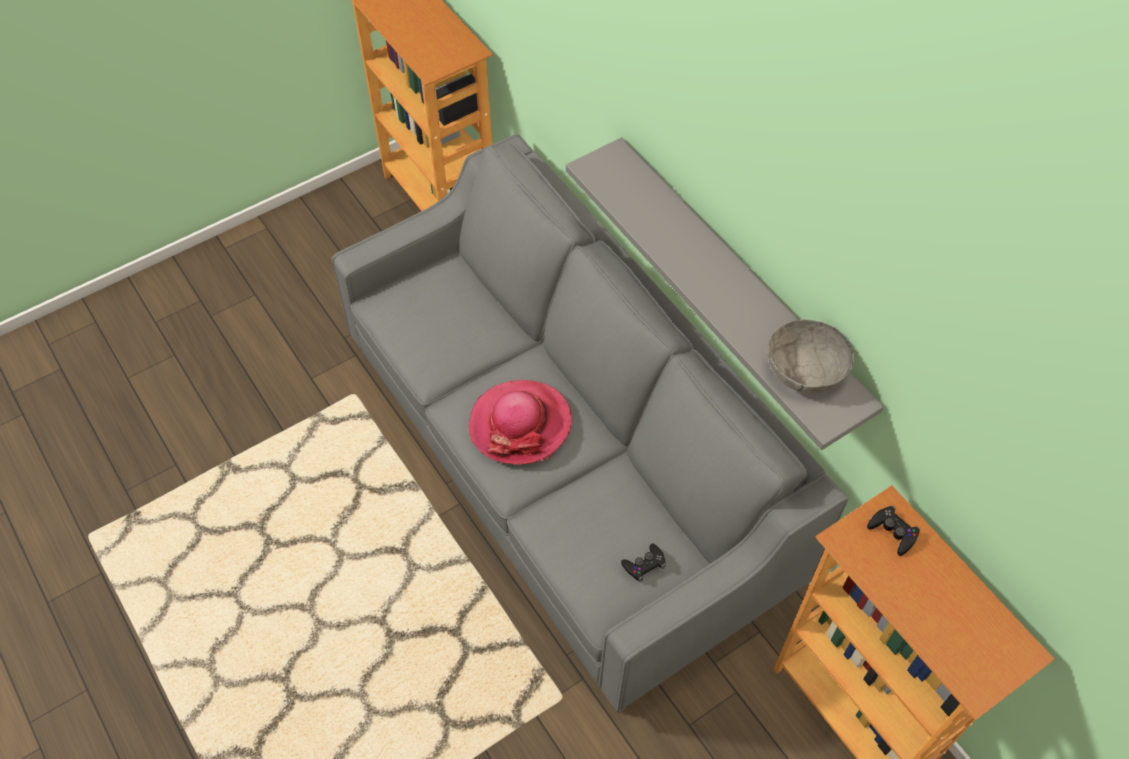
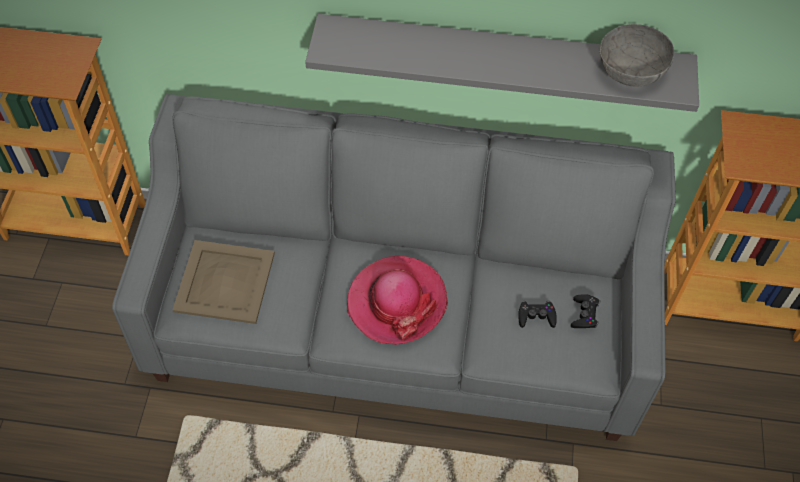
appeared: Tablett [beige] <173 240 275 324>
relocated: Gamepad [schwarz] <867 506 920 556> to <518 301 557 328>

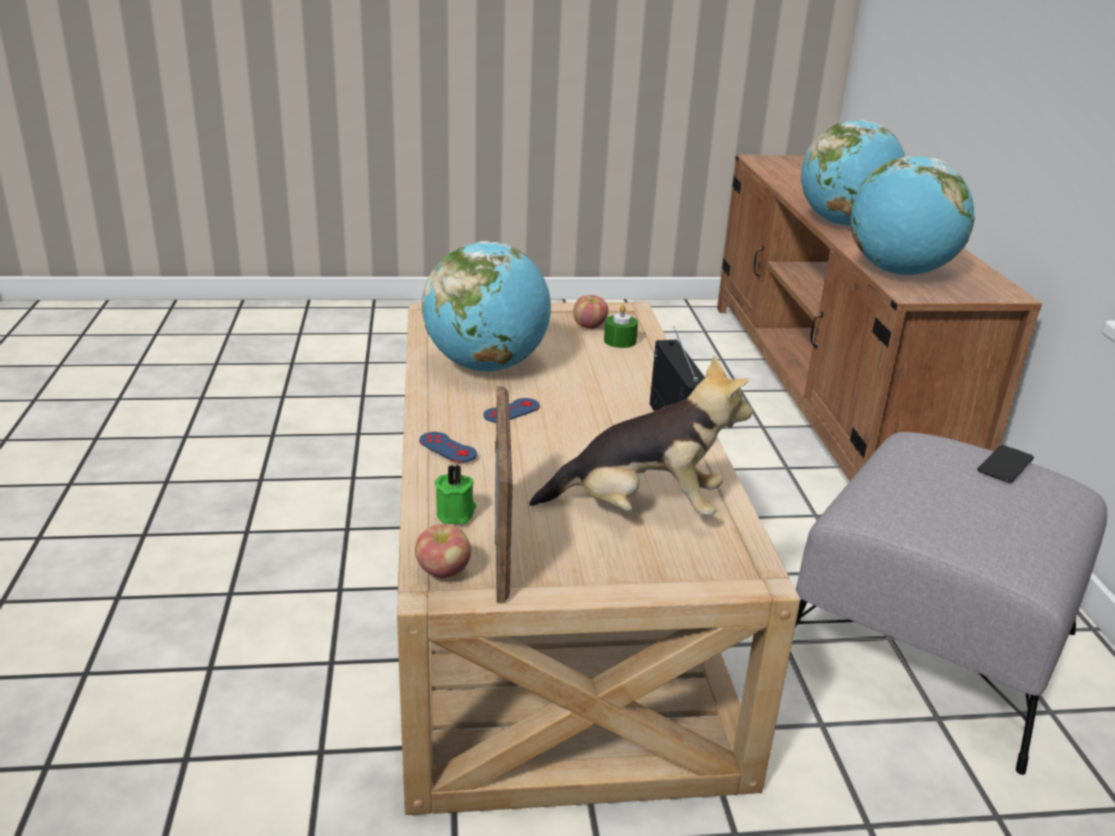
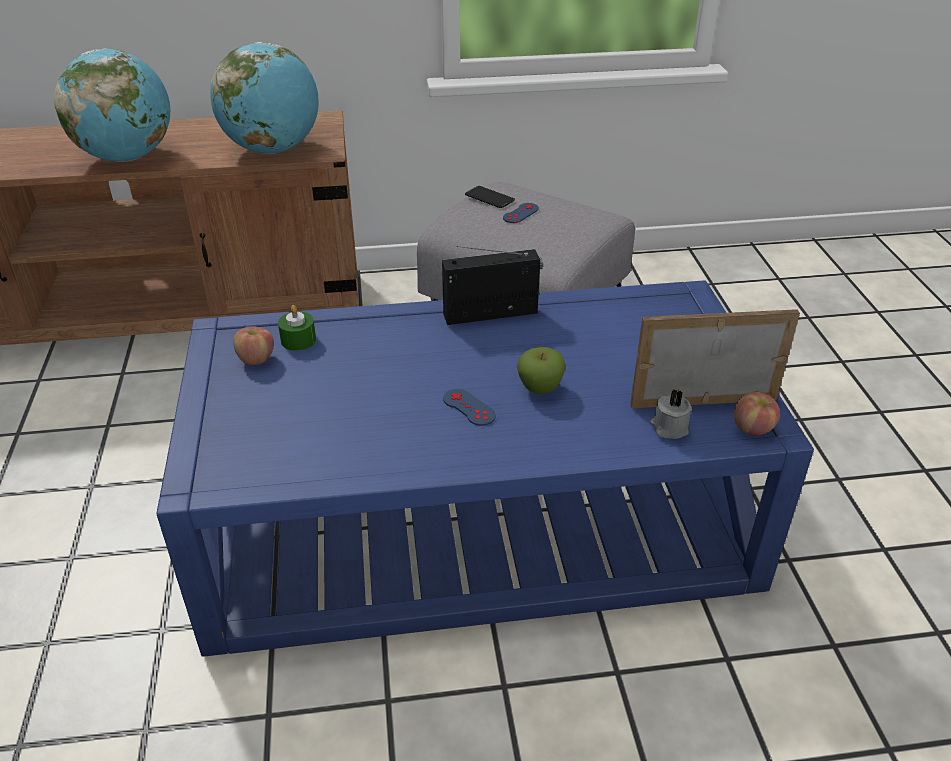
missing: Globus <422 241 551 372>; Plüschtier <529 355 752 516>
appeared: Apfel <517 347 566 394>
relocated: Gamepad [blau] <419 432 477 463> to <503 203 539 223>
colour: Couchtisch [beige] <397 302 800 815> to Couchtisch [blau] <157 280 814 657>; Kerze [grün] <435 465 476 524> to Kerze [grau] <650 389 692 439>

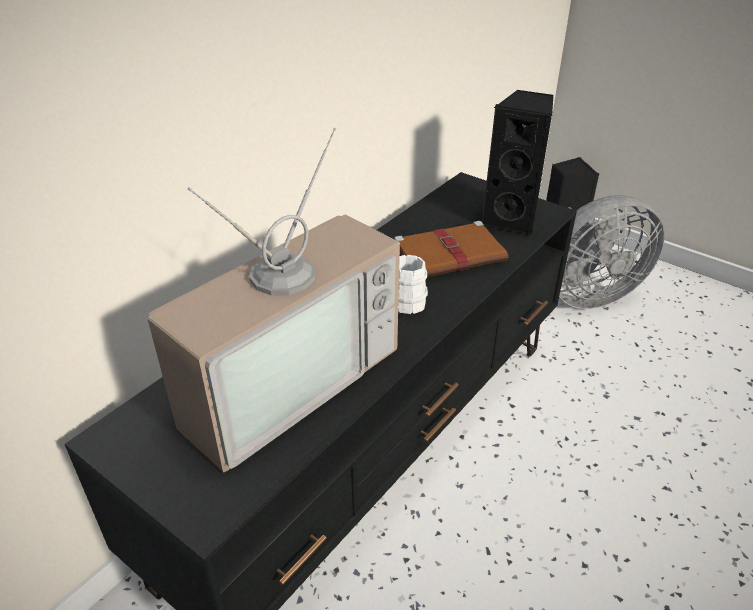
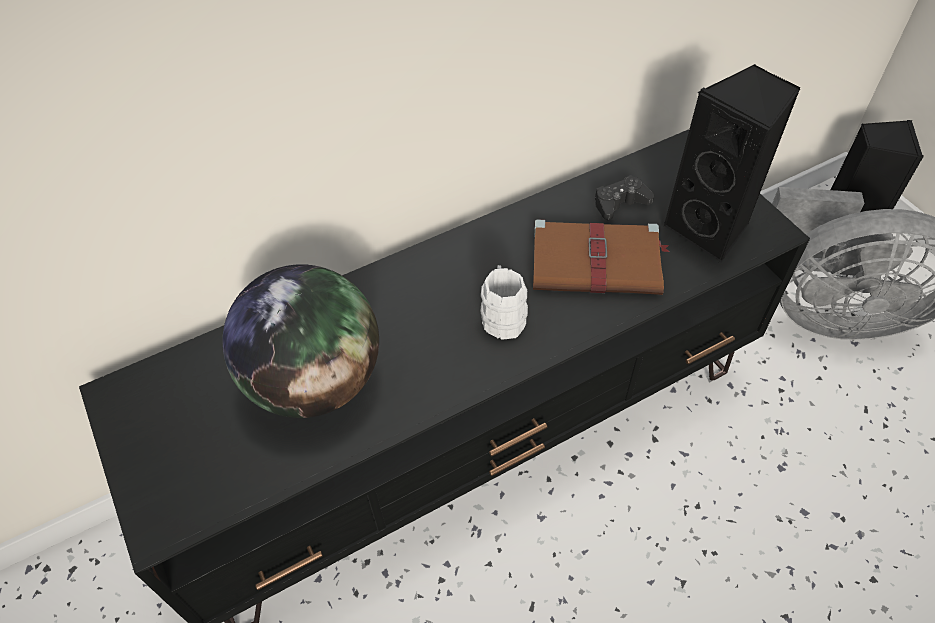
appeared: Gamepad [schwarz] <595 175 654 220>
exchanged: Fernseher <147 127 400 472> to Globus <222 264 379 418>

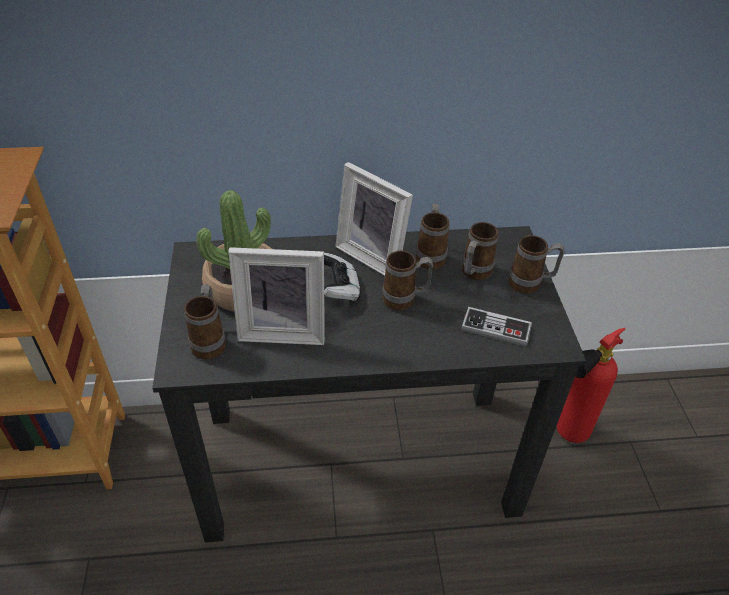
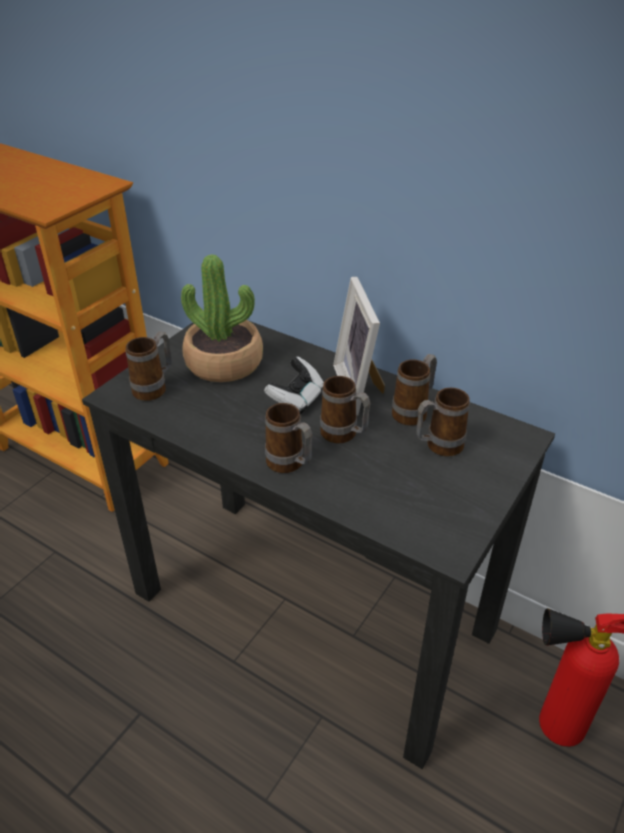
missing: Bilderrahmen <228 247 325 345>; Gamepad <461 307 532 347>
relocated: Henkelbecher <508 235 565 294> to <265 403 312 473>

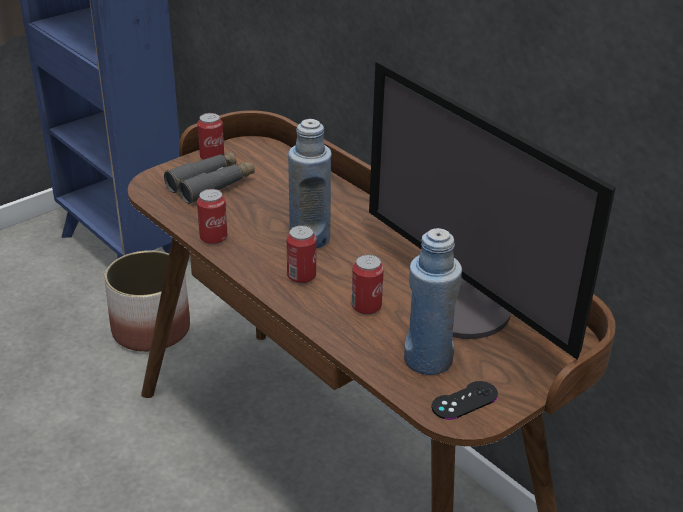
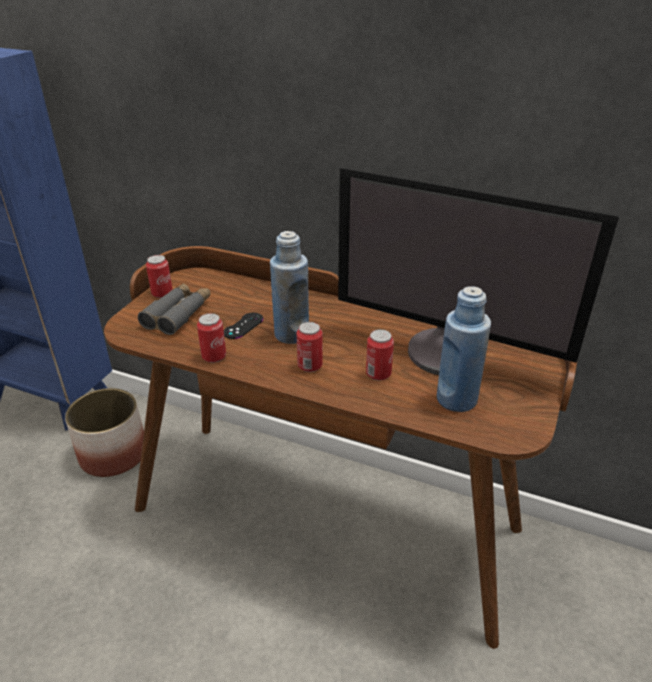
relocated: Gamepad [schwarz] <432 381 498 420> to <224 313 263 339>

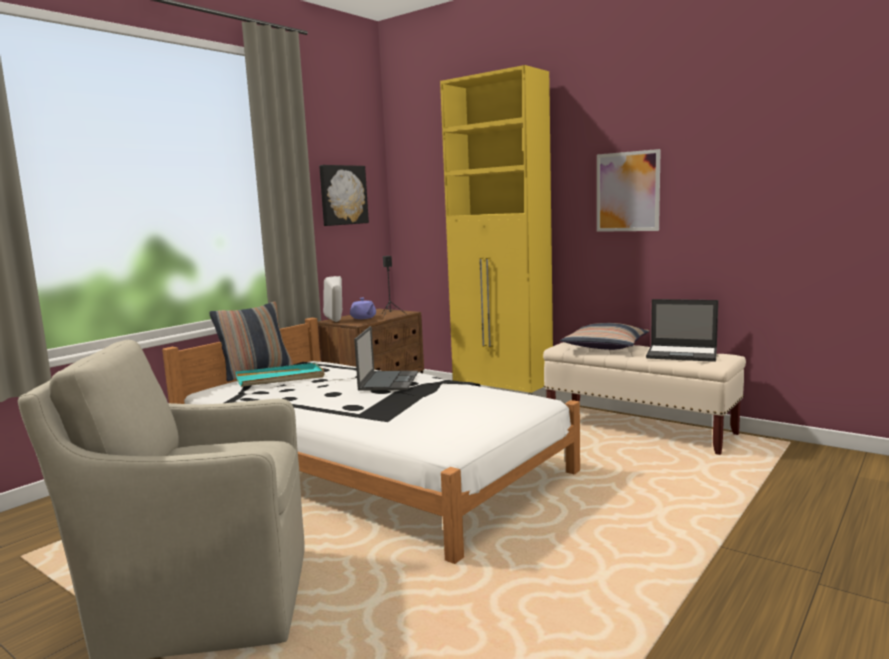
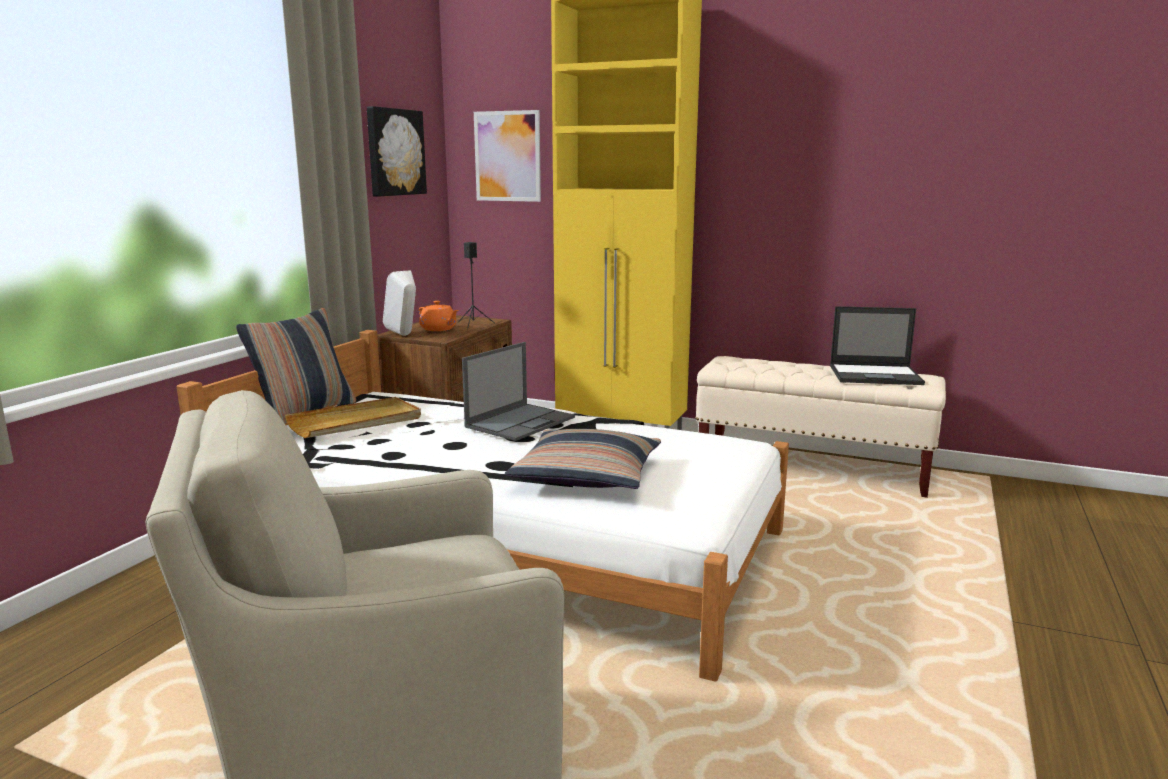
relocated: Bild <597 149 661 232> to <474 110 541 202>; Kissen <560 323 649 350> to <505 429 661 489>
colour: Tablett [türkis] <236 363 325 387> to Tablett [beige] <285 397 421 438>; Teekanne [lila] <350 298 376 319> to Teekanne [orange] <419 301 459 331>
spun: Laptop <354 326 418 391> = <462 342 575 441> 45 degrees clockwise

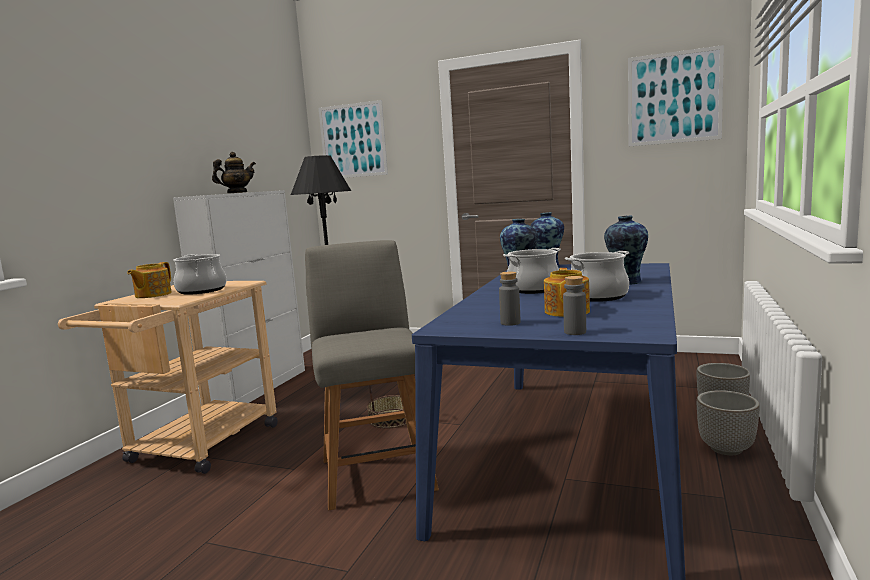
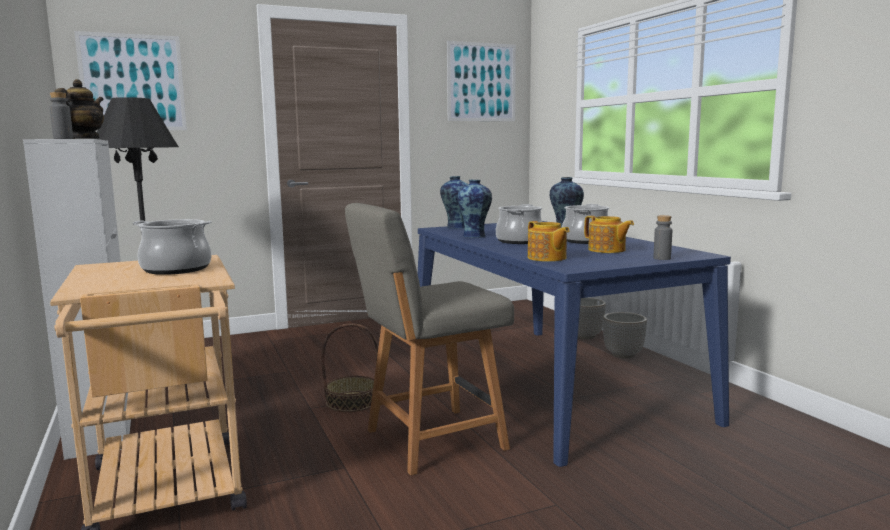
relocated: Flasche [grau] <499 271 521 326> to <50 92 73 139>; Teekanne <127 262 172 298> to <528 221 569 262>
spun: Stuhl [grau] <305 240 439 510> = <345 203 514 476> 60 degrees counterclockwise

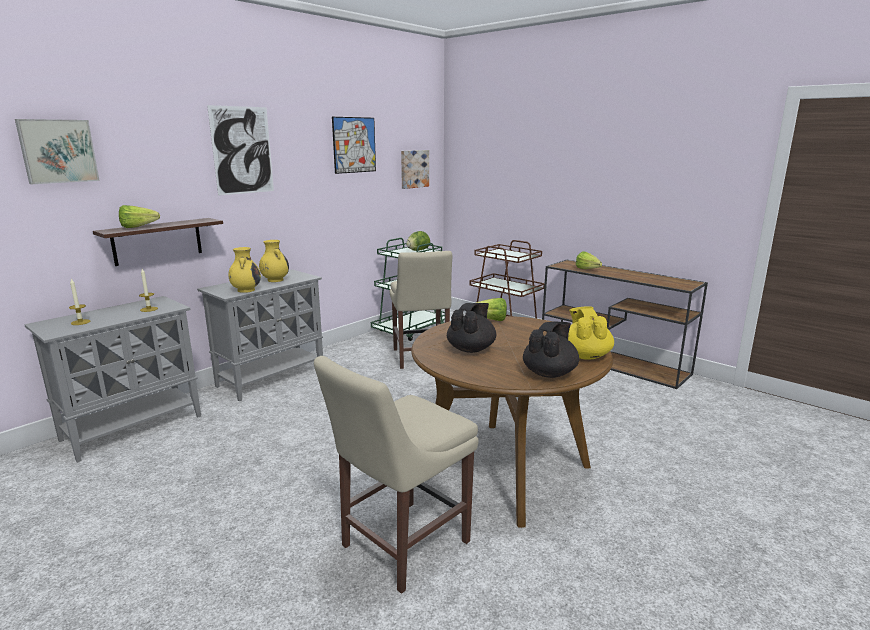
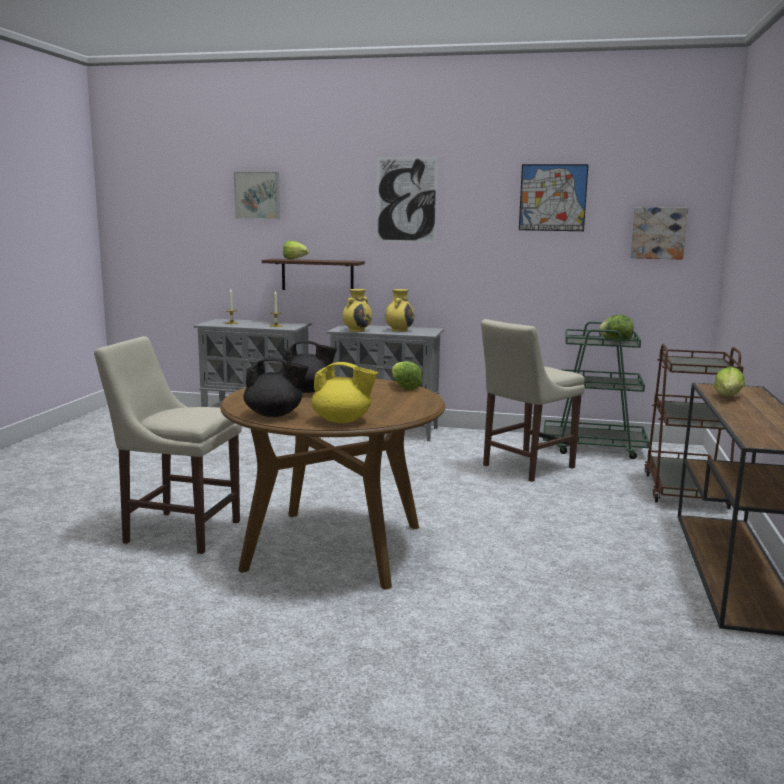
spun: Teekanne [gelb] <568 306 614 360> = <311 362 378 423> 45 degrees clockwise

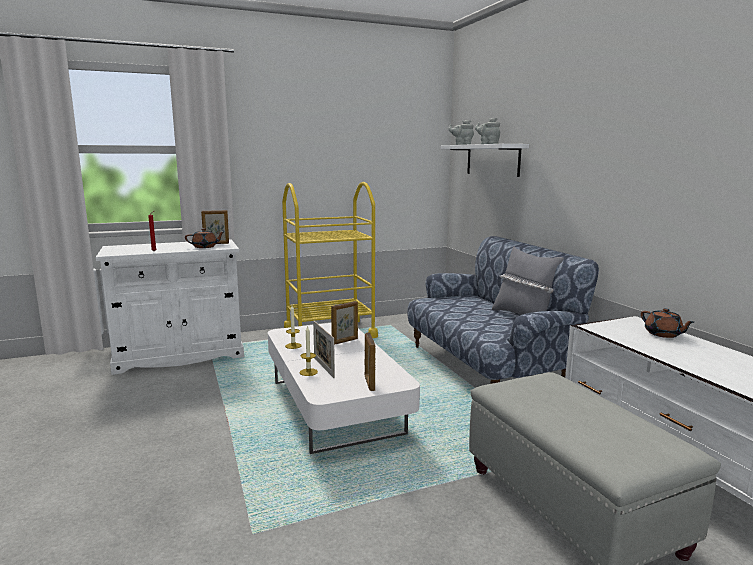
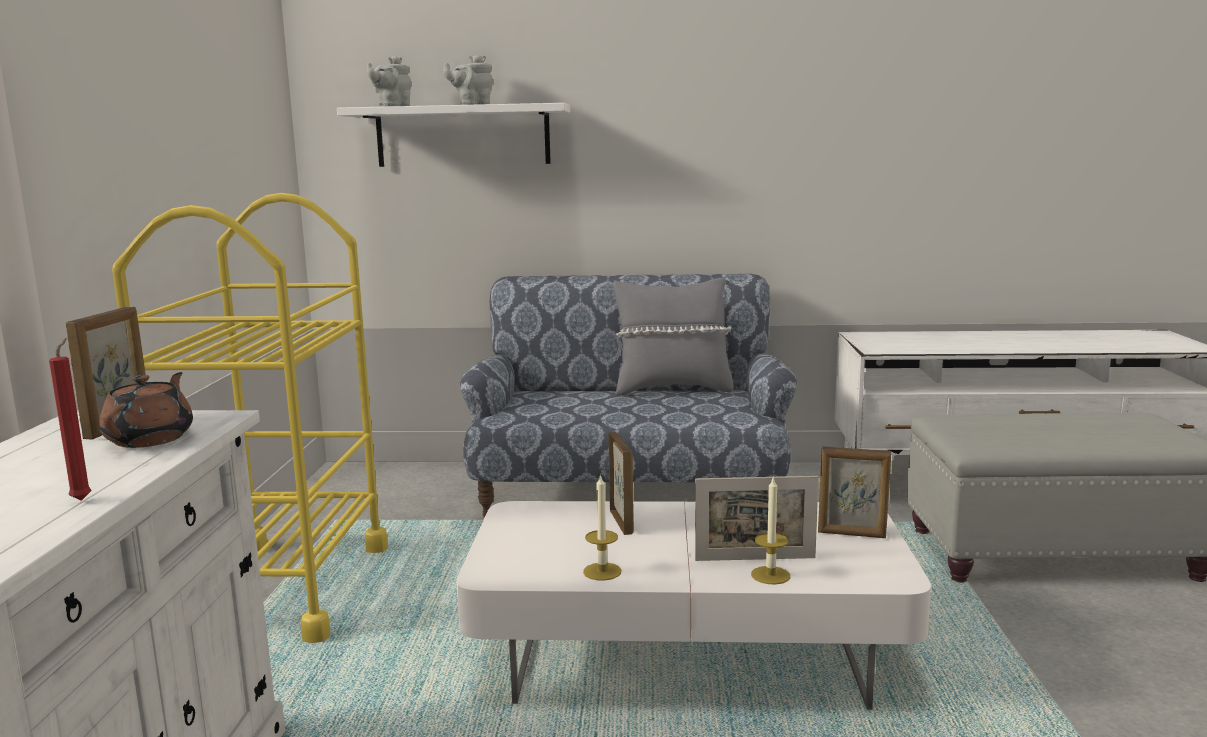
missing: Teekanne [braun] <641 308 694 338>

